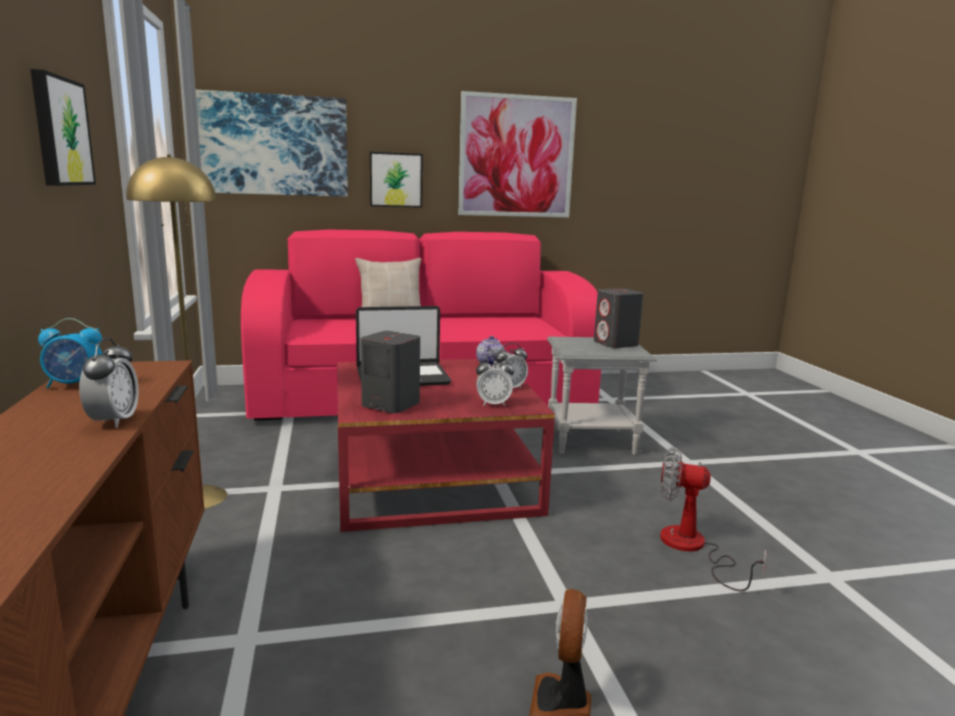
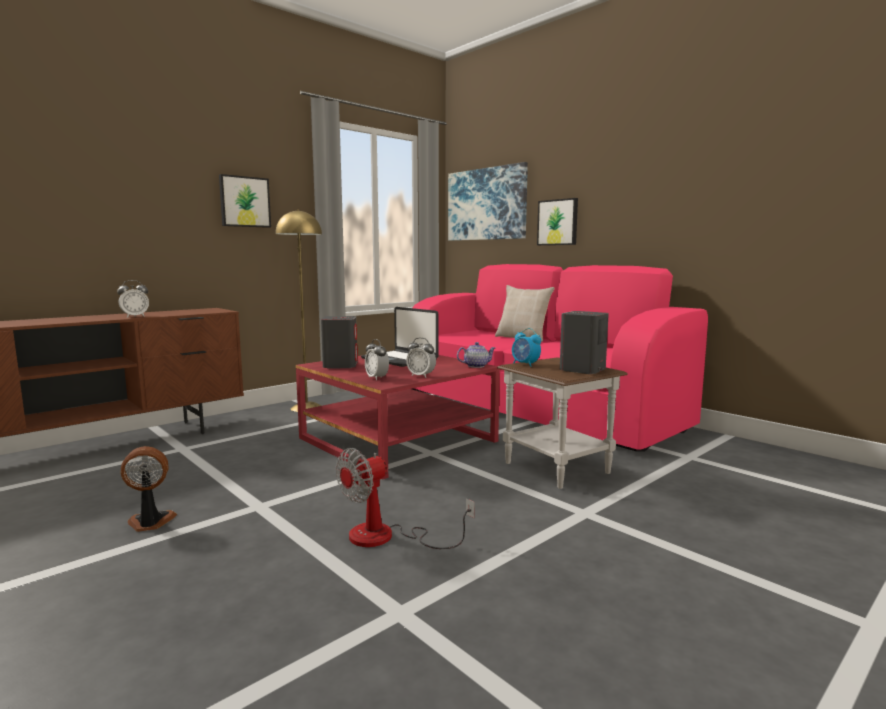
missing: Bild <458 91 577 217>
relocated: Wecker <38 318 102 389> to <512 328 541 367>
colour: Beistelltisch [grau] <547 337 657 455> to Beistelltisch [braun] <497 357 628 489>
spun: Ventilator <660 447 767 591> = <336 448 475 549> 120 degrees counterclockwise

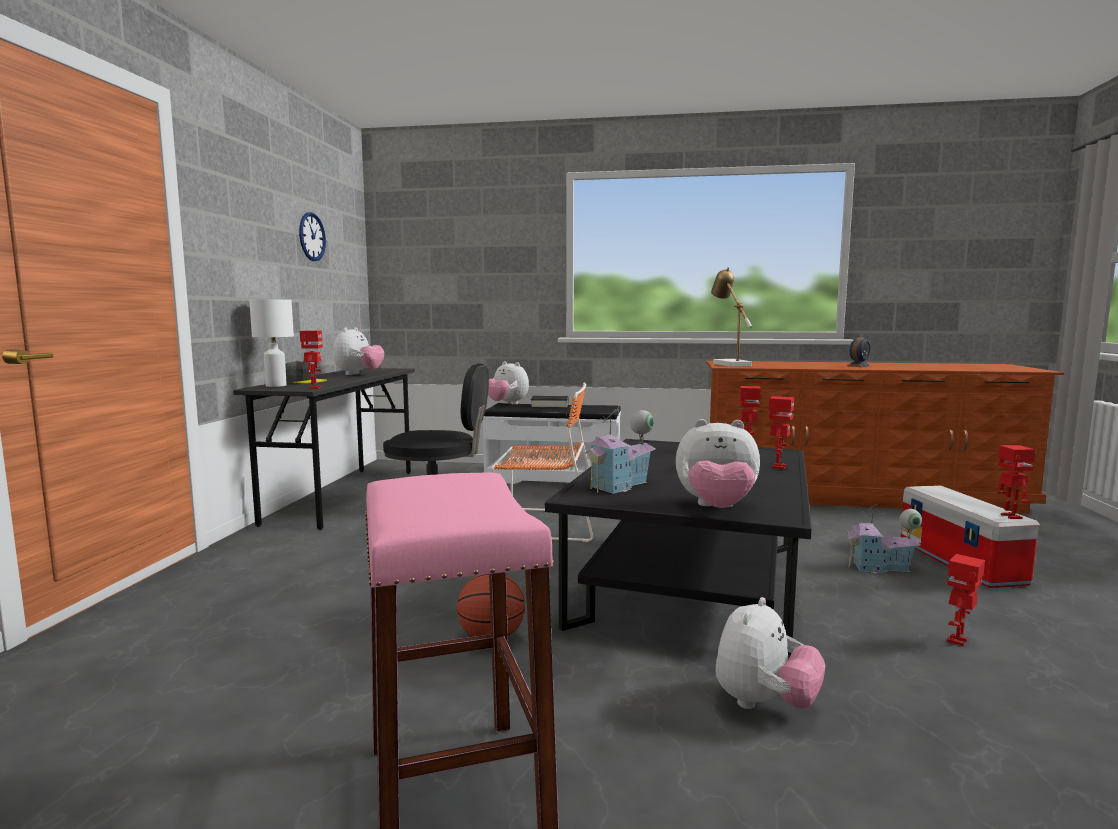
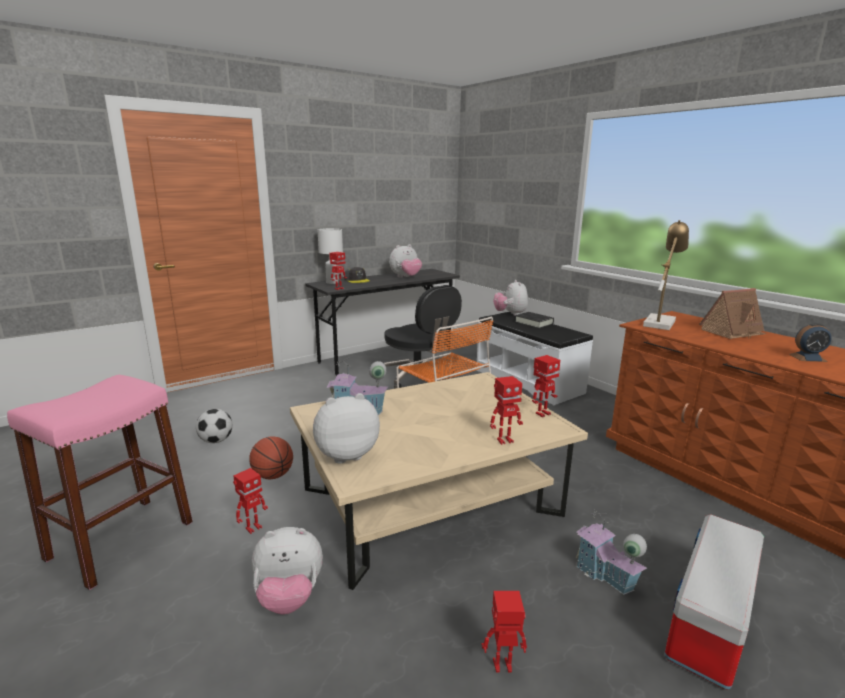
missing: Wanduhr <299 212 326 261>
appeared: Fußball <196 409 233 443>; Spielzeughaus <699 288 766 339>
relocated: Spielzeugroboter <997 445 1036 519> to <233 468 268 534>
colour: Couchtisch [schwarz] <545 439 812 659> to Couchtisch [beige] <290 372 588 590>
spun: Plüschtier <676 419 760 508> = <313 393 380 463> 105 degrees clockwise

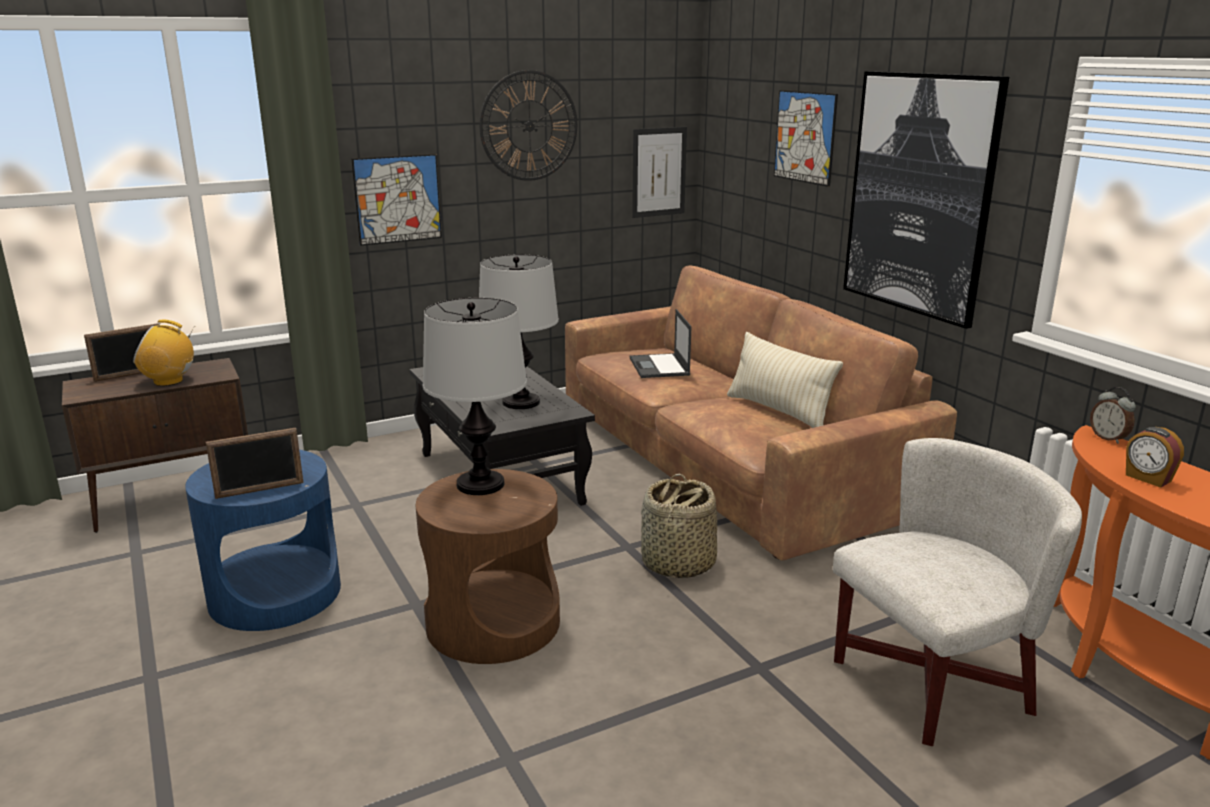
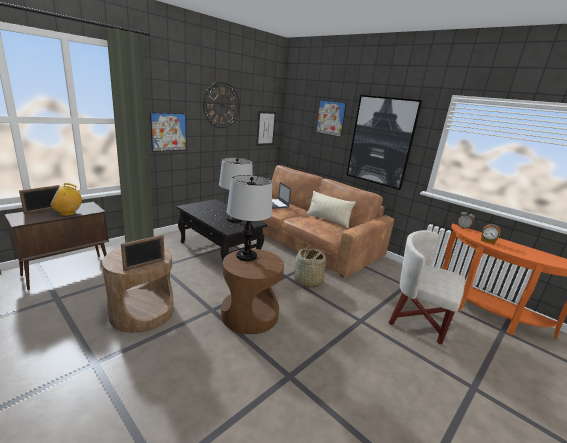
colour: Beistelltisch [blau] <185 450 341 631> to Beistelltisch [braun] <102 248 174 333>
spun: Sessel [weiß] <833 438 1082 746> = <389 230 465 344> 105 degrees counterclockwise

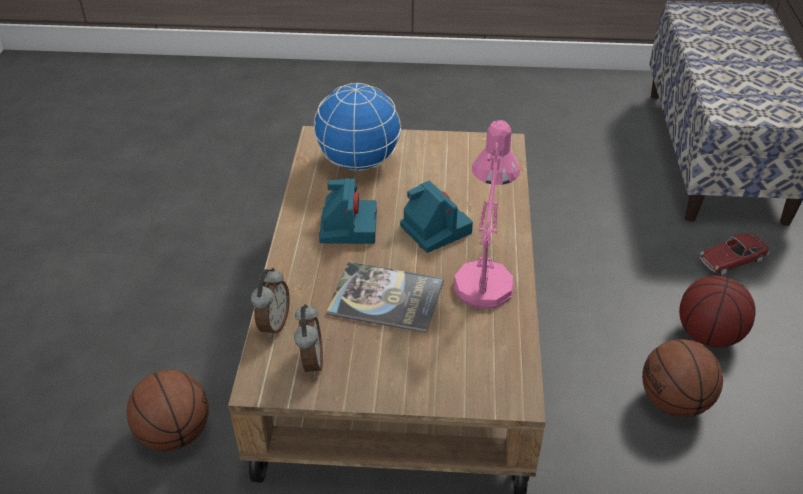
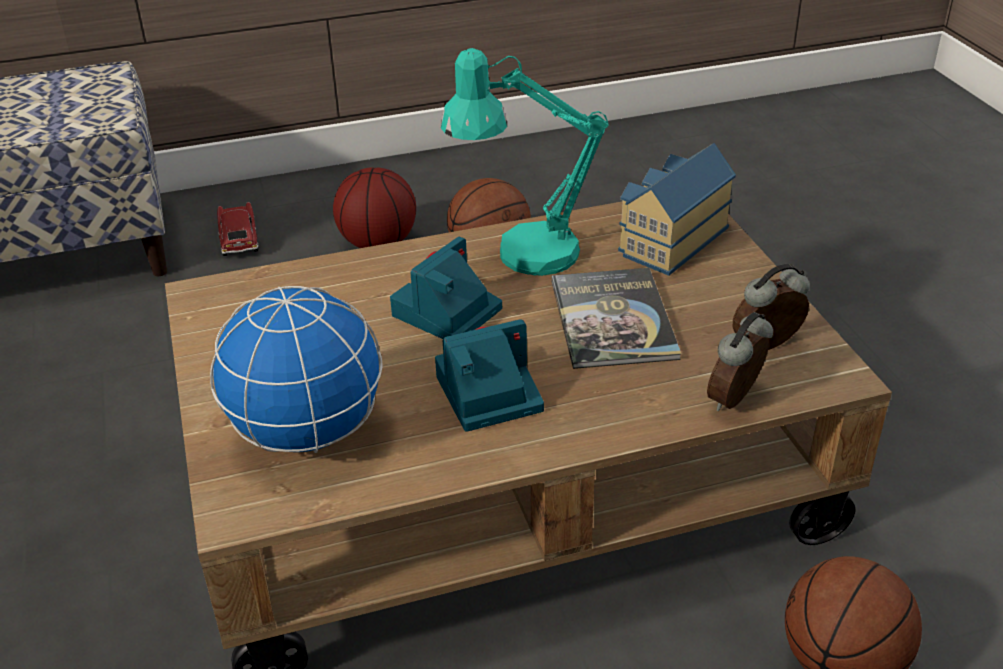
appeared: Spielzeughaus <618 143 736 276>
colour: Tischlampe [rosa] <453 120 520 309> to Tischlampe [türkis] <441 48 608 276>
spun: Spielzeugauto <700 233 770 275> = <217 202 259 256> 150 degrees counterclockwise; Wecker <251 268 290 337> = <707 312 773 411> 45 degrees counterclockwise

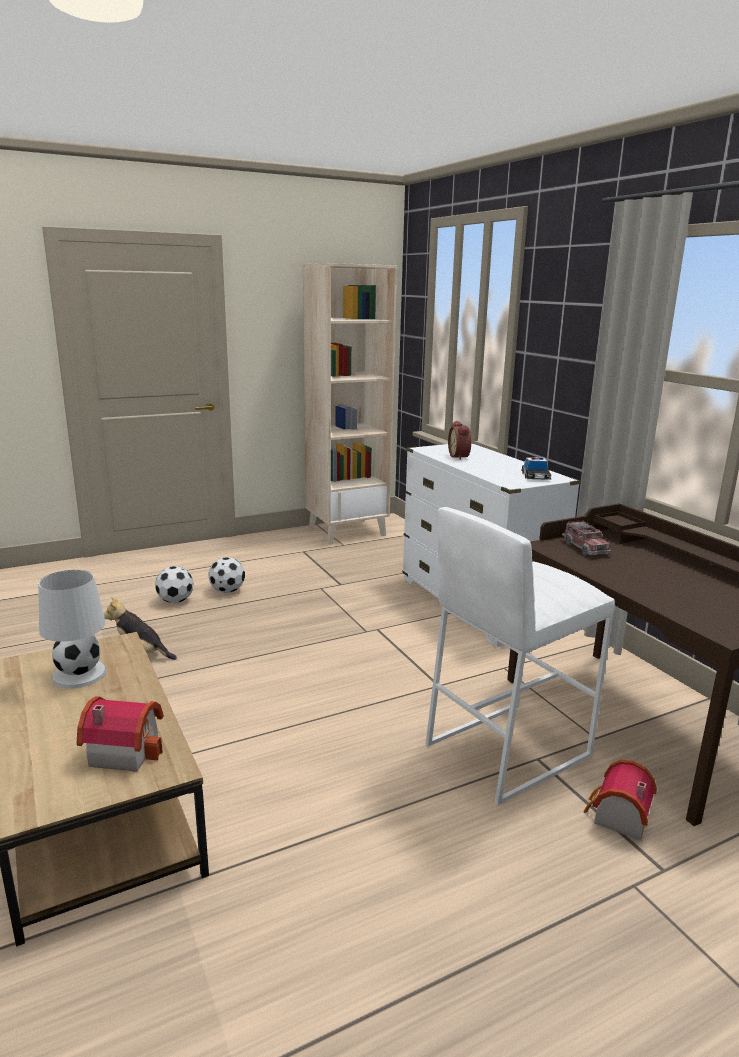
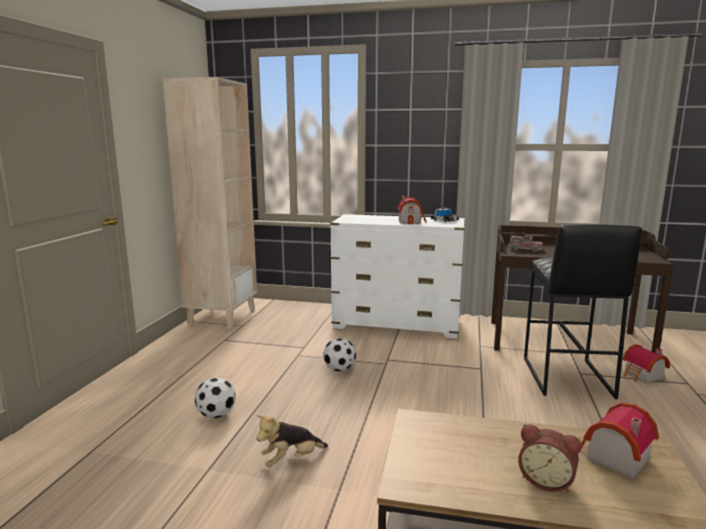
missing: Tischlampe [weiß] <38 570 106 689>
appeared: Spielzeughaus <397 195 427 224>
relocated: Fußball <208 557 245 593> to <323 338 356 371>; Wecker <448 421 471 460> to <518 424 581 492>
colour: Hocker [weiß] <426 507 615 805> to Hocker [schwarz] <524 224 642 399>

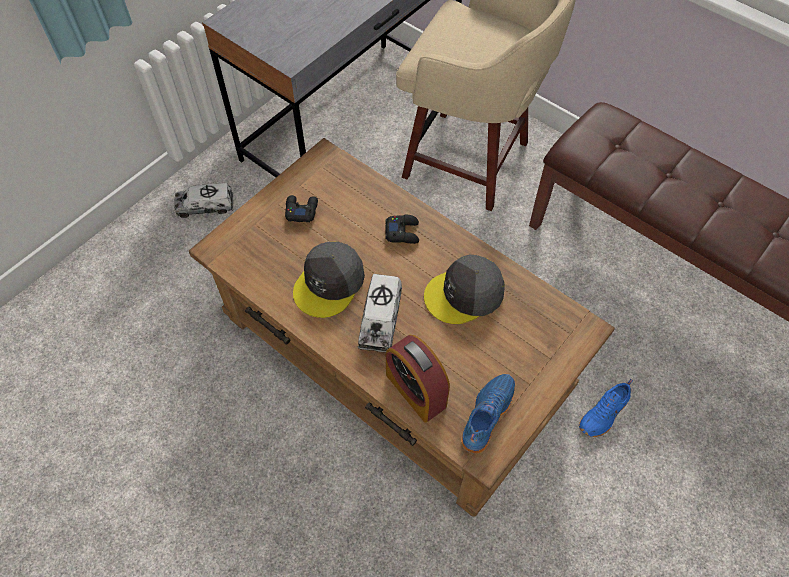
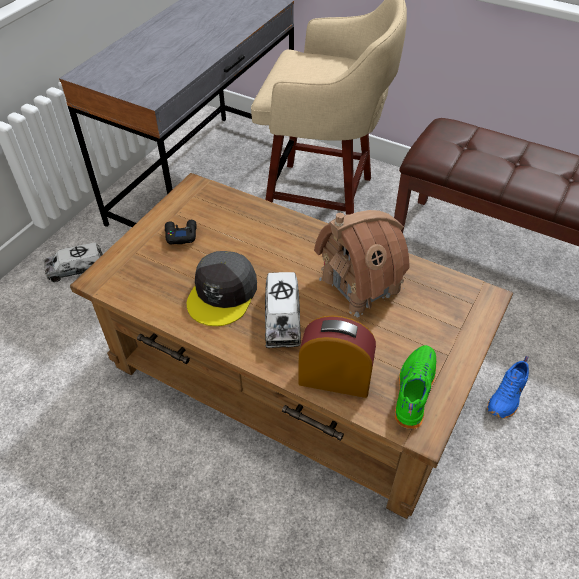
missing: Gamepad [schwarz] <385 215 419 244>
exchanged: Kappe [grau] <424 255 505 324> to Spielzeughaus <314 210 410 318>
colour: Schuh [blau] <461 374 515 454> to Schuh [grün] <395 345 436 429>
spun: Wecker <386 335 450 422> = <298 315 376 398> 150 degrees clockwise

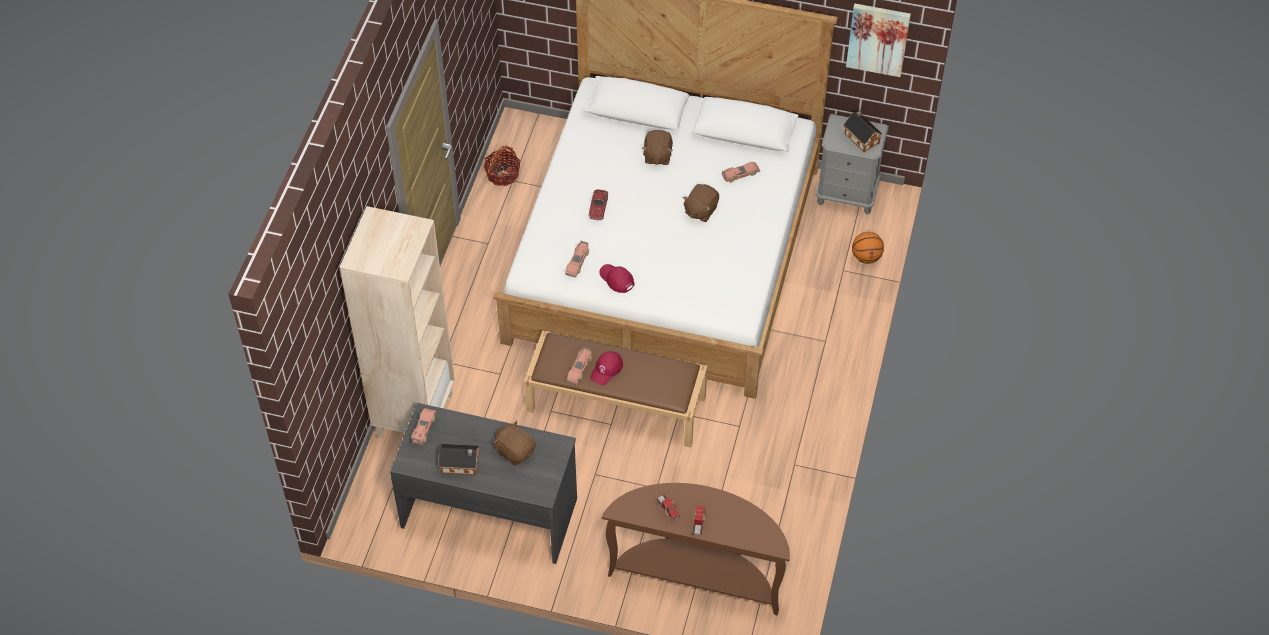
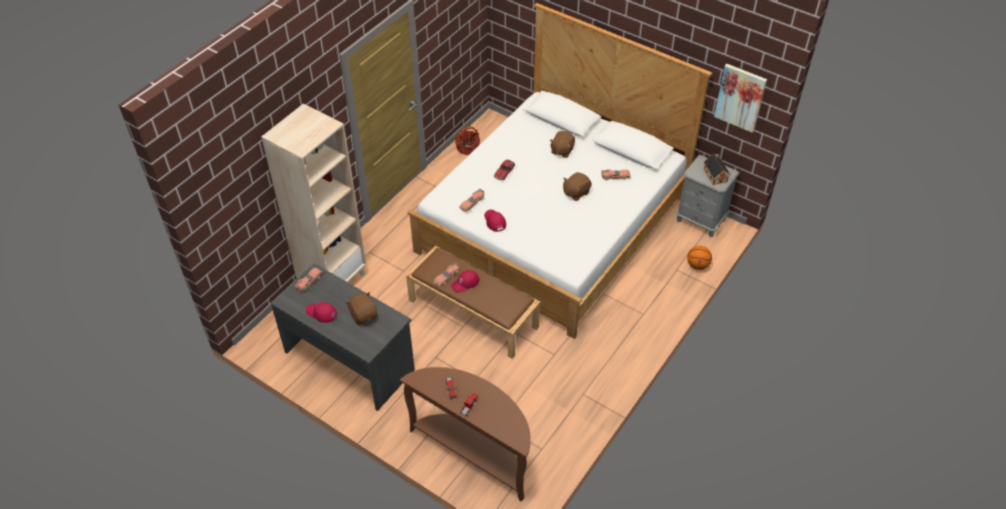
exchanged: Spielzeughaus <439 444 479 475> to Kappe [rot] <306 302 338 323>

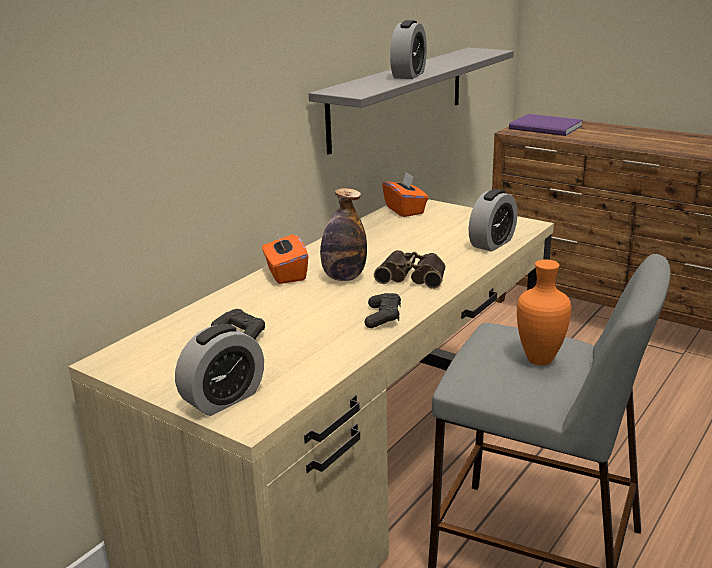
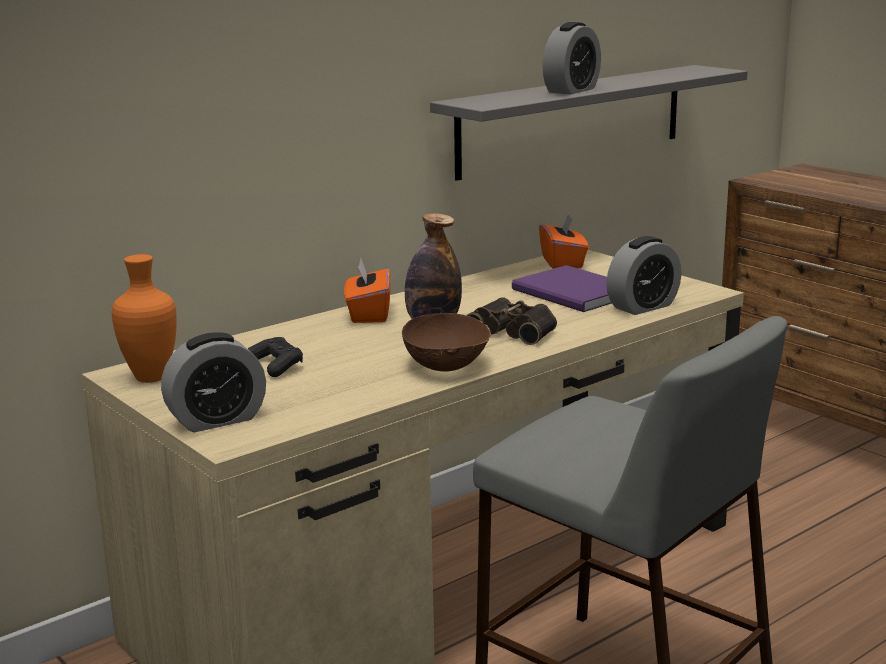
relocated: Vase [orange] <517 259 571 365> to <112 254 177 383>; Buch [lila] <509 114 583 136> to <512 265 612 312>
exchanged: Gamepad [schwarz] <364 293 401 328> to Schüssel [braun] <402 312 491 372>

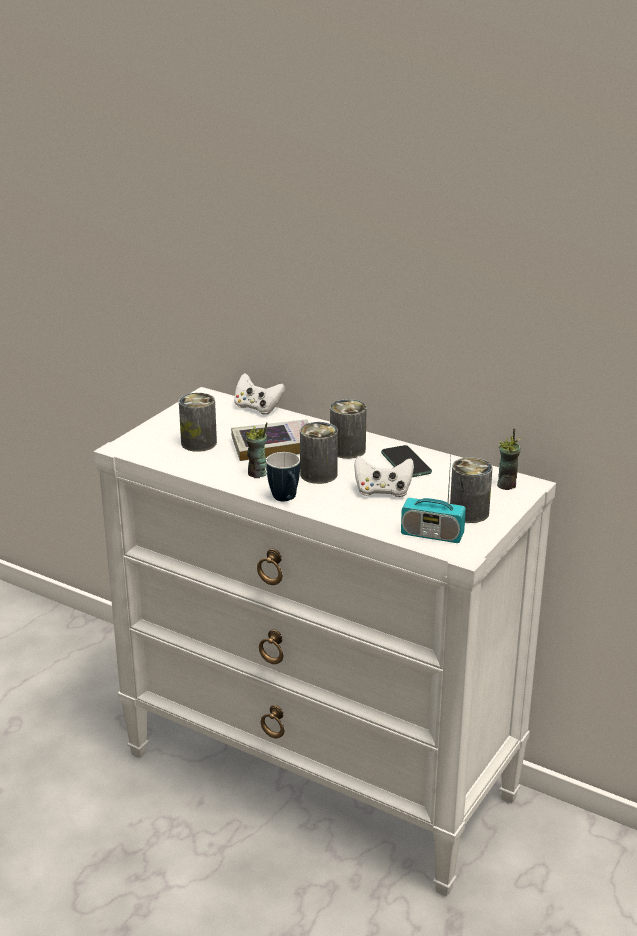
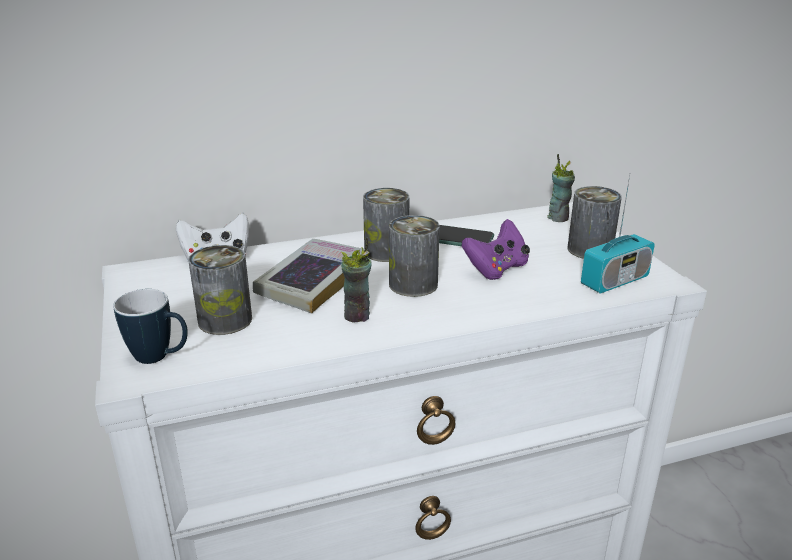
relocated: Henkelbecher <266 452 300 501> to <113 289 188 364>
colour: Gamepad [weiß] <354 456 414 497> to Gamepad [lila] <462 219 530 280>

